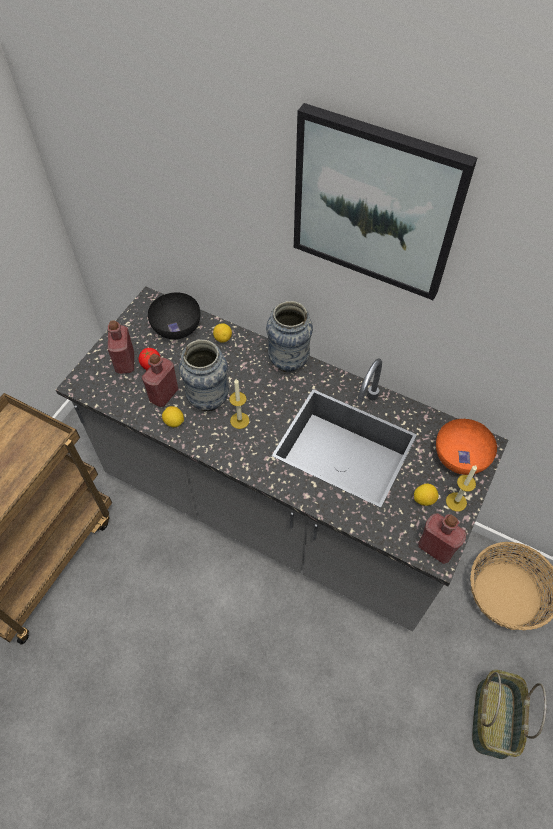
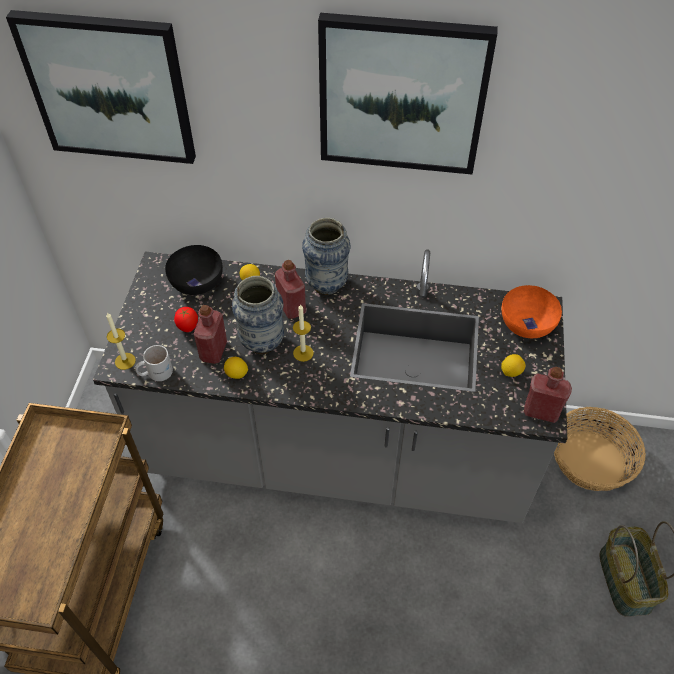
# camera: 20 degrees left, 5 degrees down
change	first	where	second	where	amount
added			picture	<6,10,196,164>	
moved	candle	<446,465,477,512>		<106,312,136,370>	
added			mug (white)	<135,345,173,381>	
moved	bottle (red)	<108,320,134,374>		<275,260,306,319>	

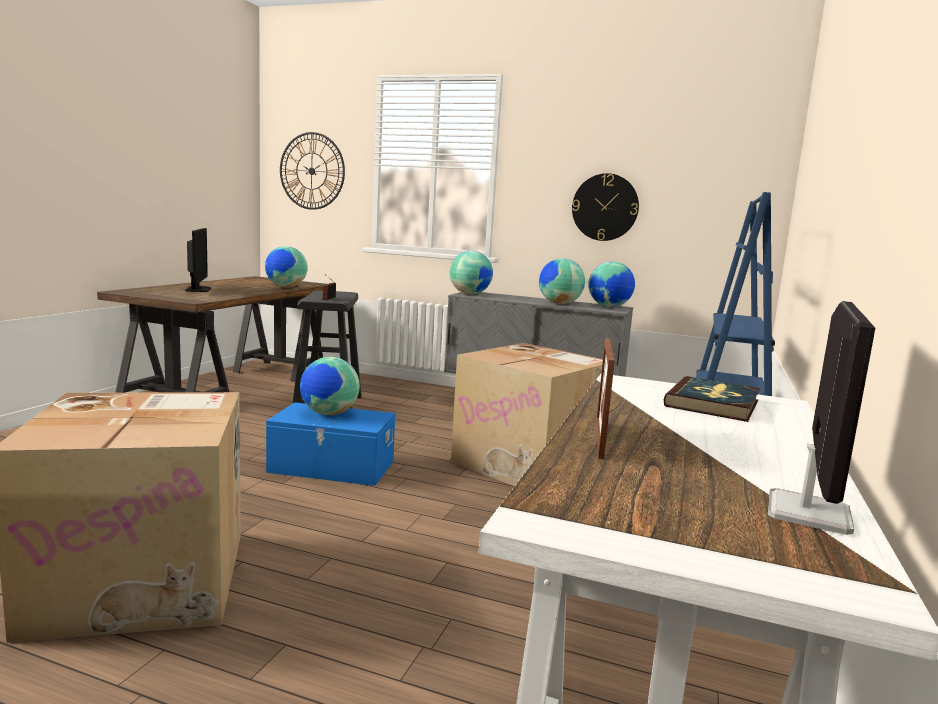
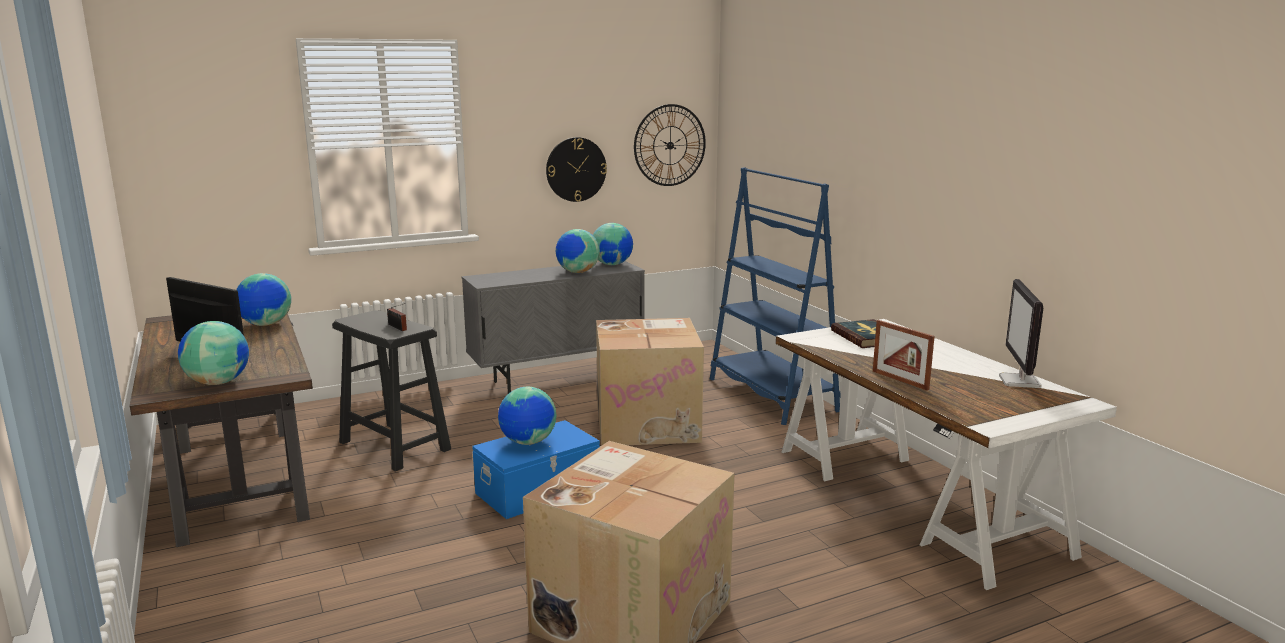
# camera: 45 degrees left, 5 degrees up
change	first	where	second	where	amount
moved	globe	<450,251,493,294>		<178,321,249,385>	
moved	wall clock	<280,132,345,210>		<634,104,706,186>	
turned	monitor	<768,301,875,535>		<999,279,1043,388>	150 degrees counterclockwise

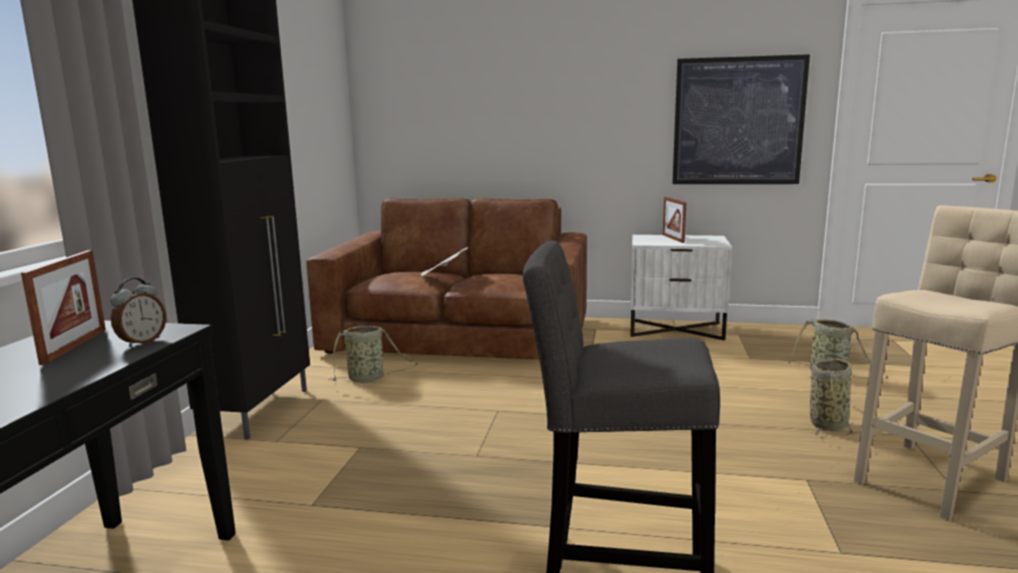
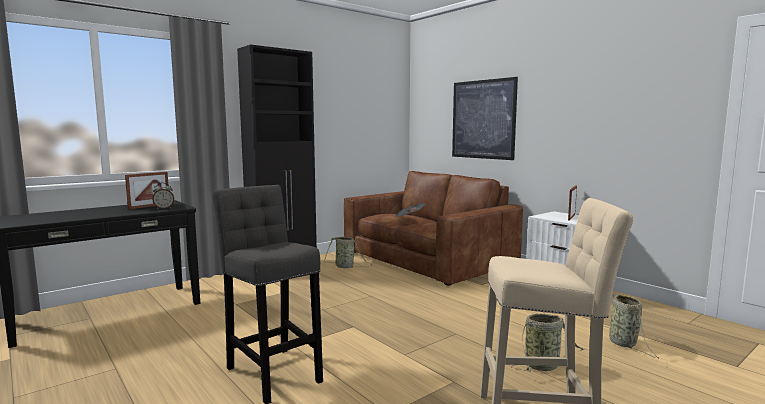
# camera: 40 degrees right, 5 degrees down
change	first	where	second	where	amount
moved	picture	<672,54,810,184>		<452,77,518,160>	

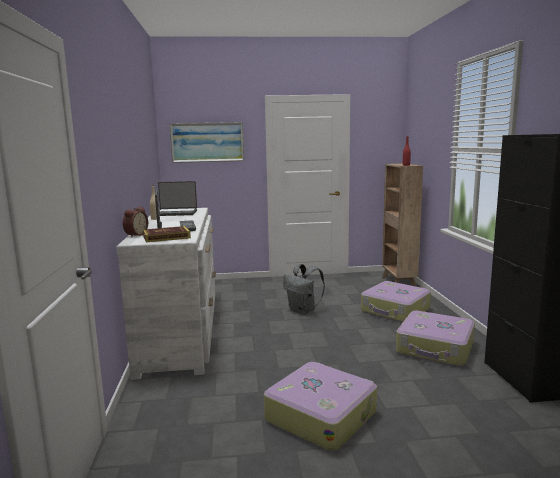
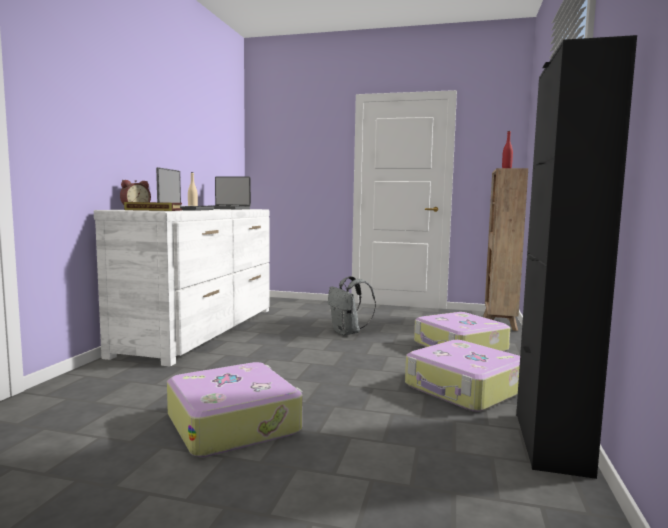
# camera: 20 degrees right, 5 degrees down
change	first	where	second	where	amount
removed	picture	<169,122,244,163>			

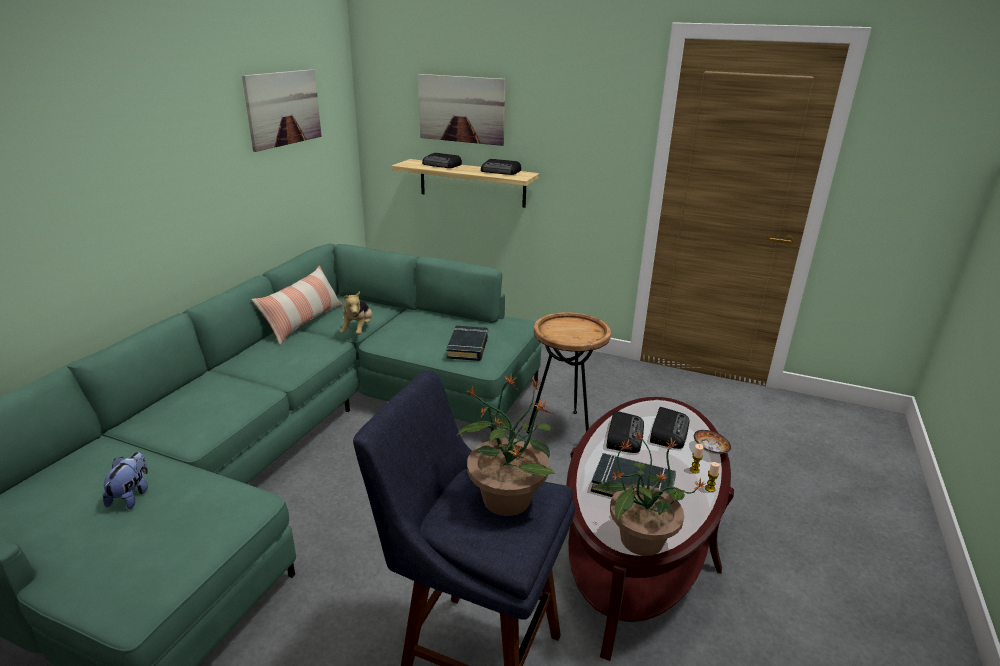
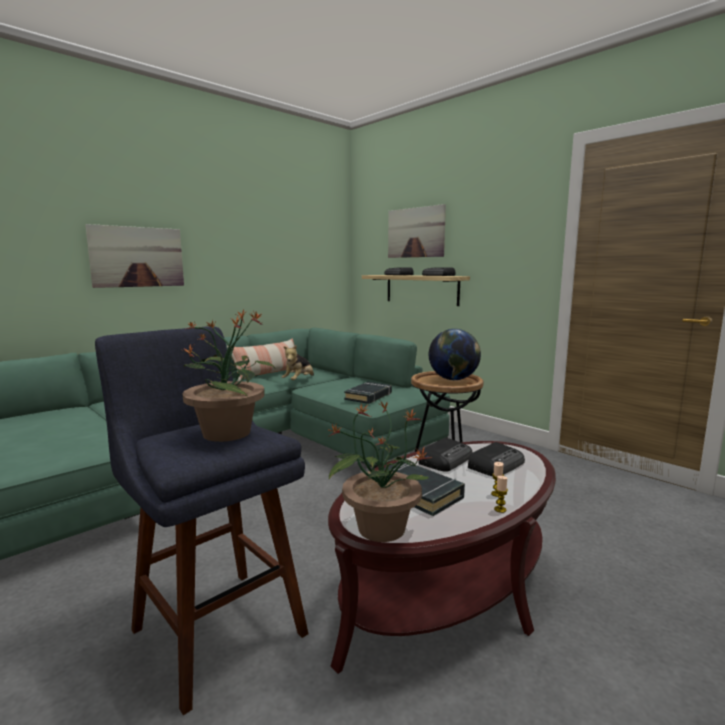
# camera: 25 degrees right, 15 degrees down
change	first	where	second	where	amount
moved	picture	<242,69,322,152>		<85,224,184,288>	
added			globe	<429,329,481,380>	
removed	plush toy	<102,452,148,509>			
removed	bowl	<694,430,731,454>			

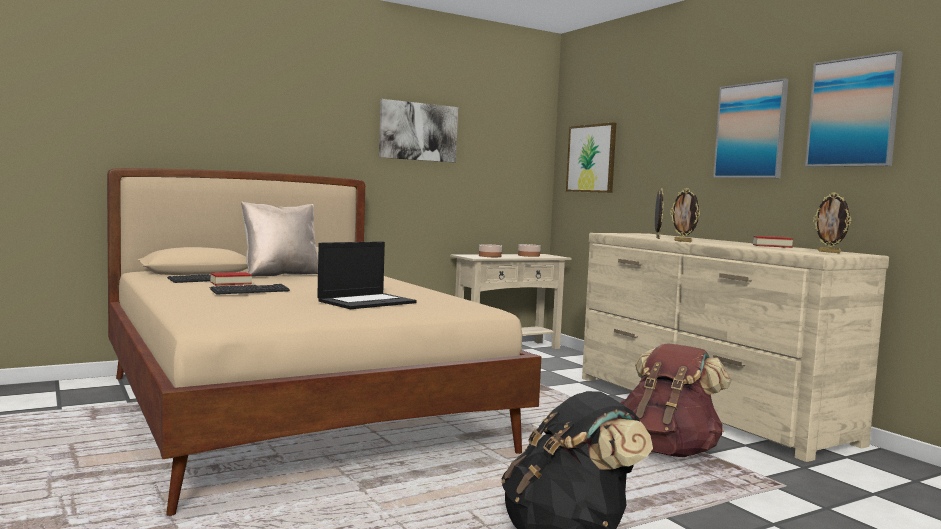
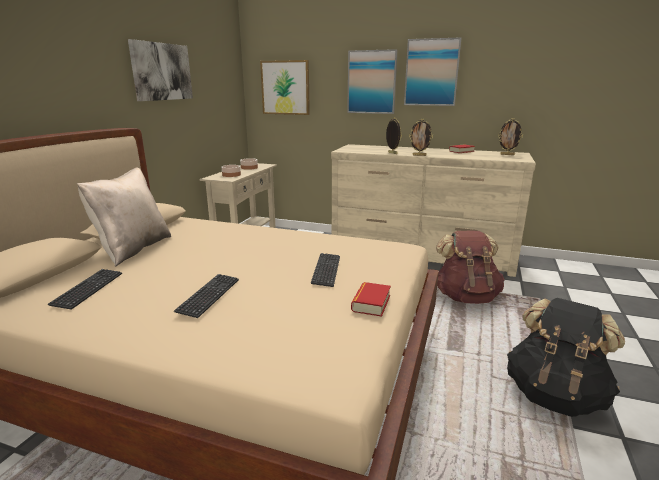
# camera: 40 degrees left, 15 degrees up
change	first	where	second	where	amount
replaced	laptop	<317,241,416,309>	keyboard	<311,253,340,287>	
moved	picture	<805,51,903,167>		<347,49,397,114>	
moved	book	<210,272,252,285>		<351,282,391,317>	

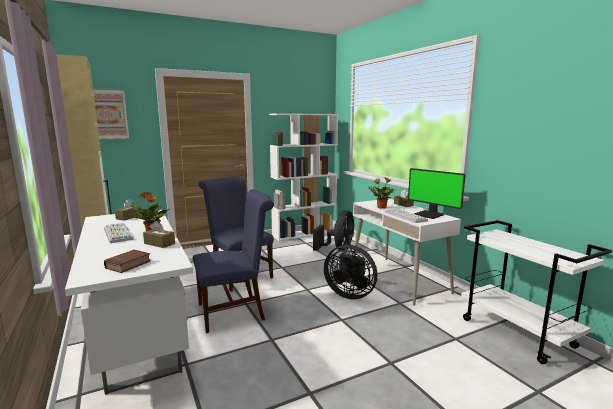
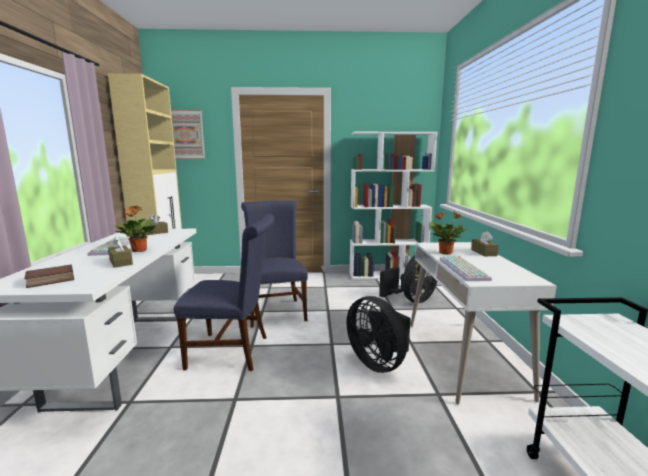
# camera: 25 degrees right, 0 degrees up
change	first	where	second	where	amount
removed	monitor	<408,168,466,219>			

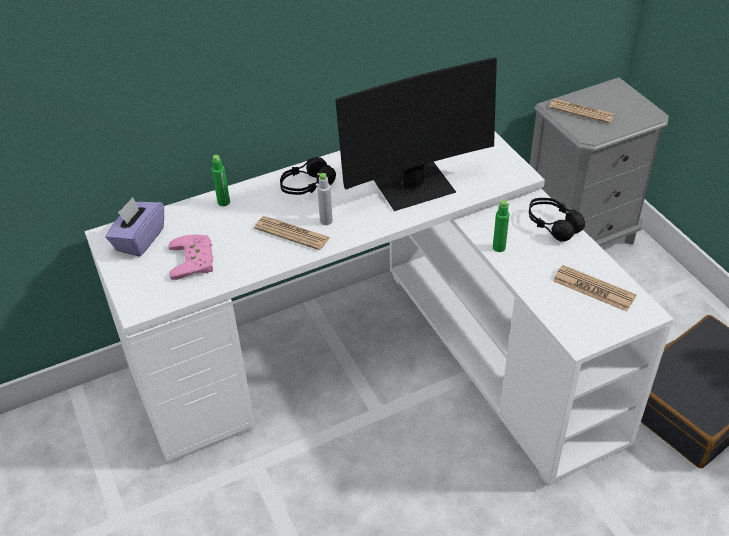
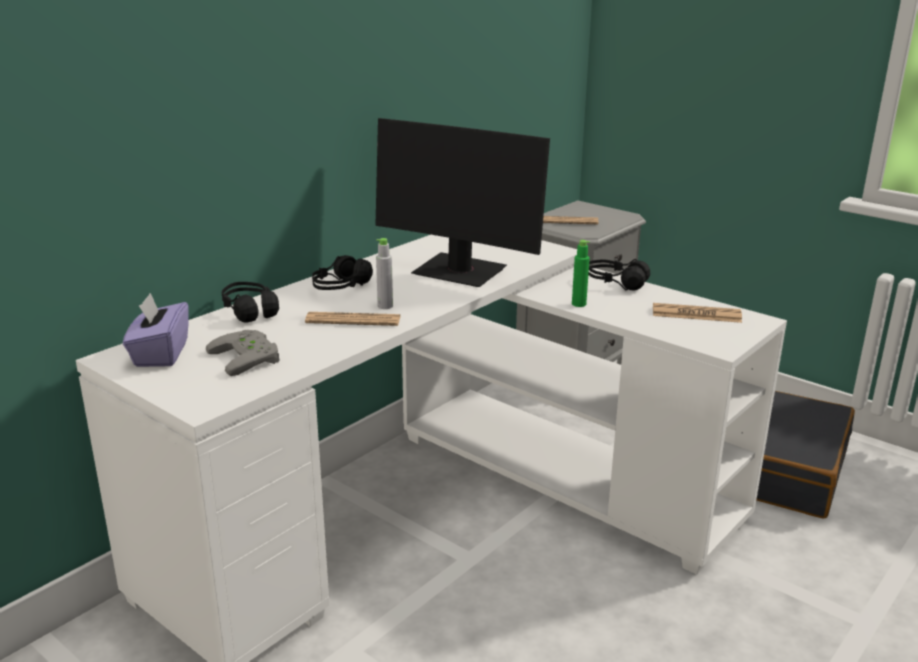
# camera: 25 degrees left, 20 degrees down
change	first	where	second	where	amount
recoloured	game controller (pink)	<168,235,213,280>	game controller (grey)	<206,330,280,376>	
replaced	bottle (green)	<212,155,230,206>	headphones (black)	<222,282,279,323>	
turned	monitor	<335,57,497,211>		<375,118,550,287>	75 degrees clockwise

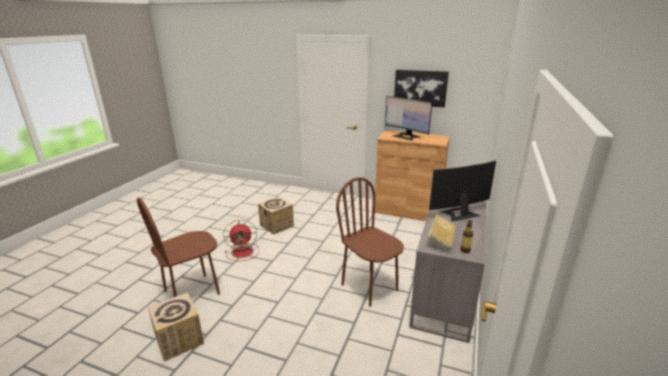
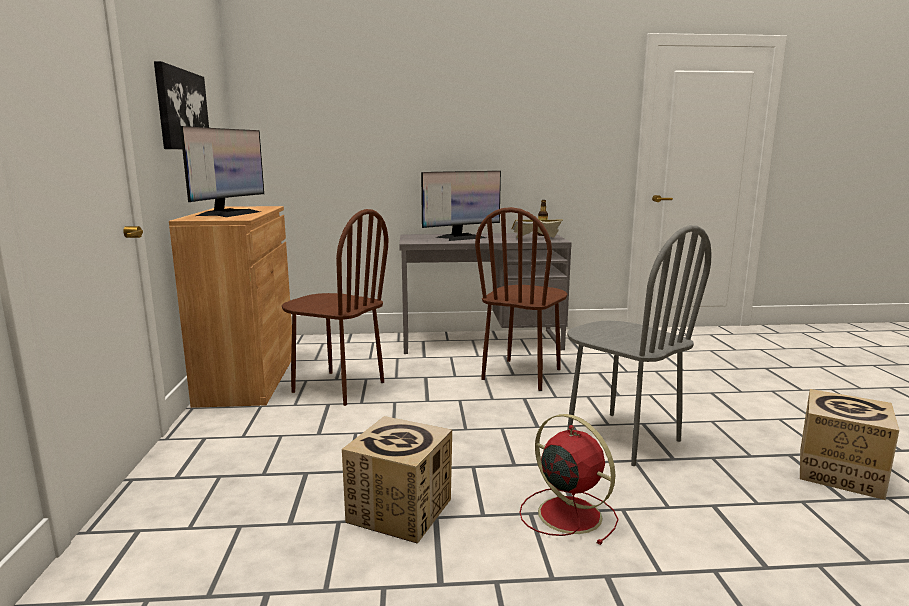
# camera: 115 degrees left, 10 degrees down
change	first	where	second	where	amount
moved	chair (brown)	<137,198,220,297>		<282,209,388,406>	
turned	monitor	<429,160,496,222>		<421,171,501,241>	75 degrees counterclockwise
added			chair (grey)	<567,225,712,466>	

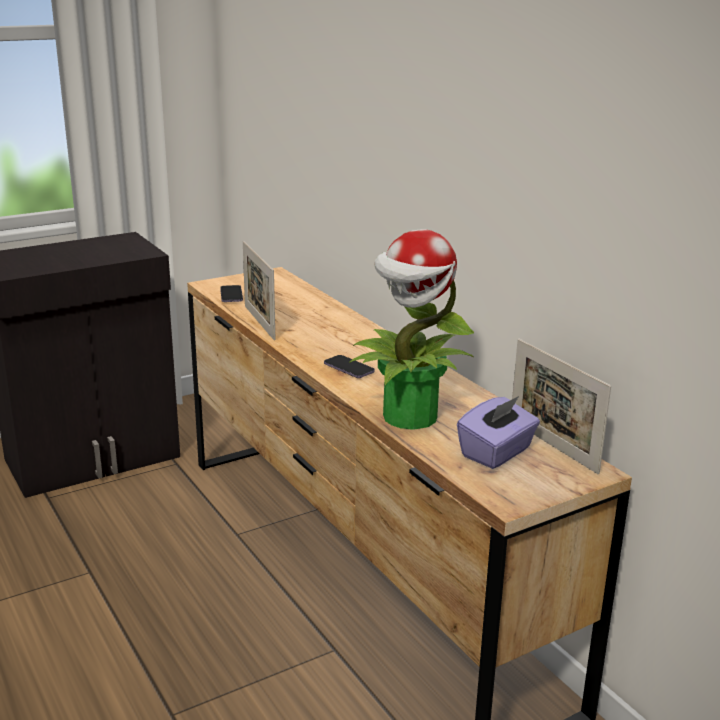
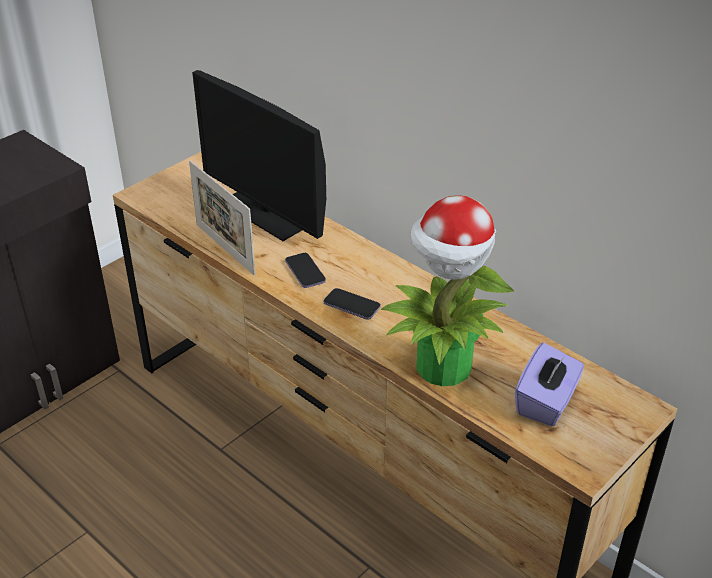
# camera: 15 degrees left, 15 degrees up
change	first	where	second	where	amount
added			monitor	<192,70,326,241>	
moved	phone	<220,285,243,302>		<285,253,326,288>	
removed	picture frame	<512,339,611,474>			

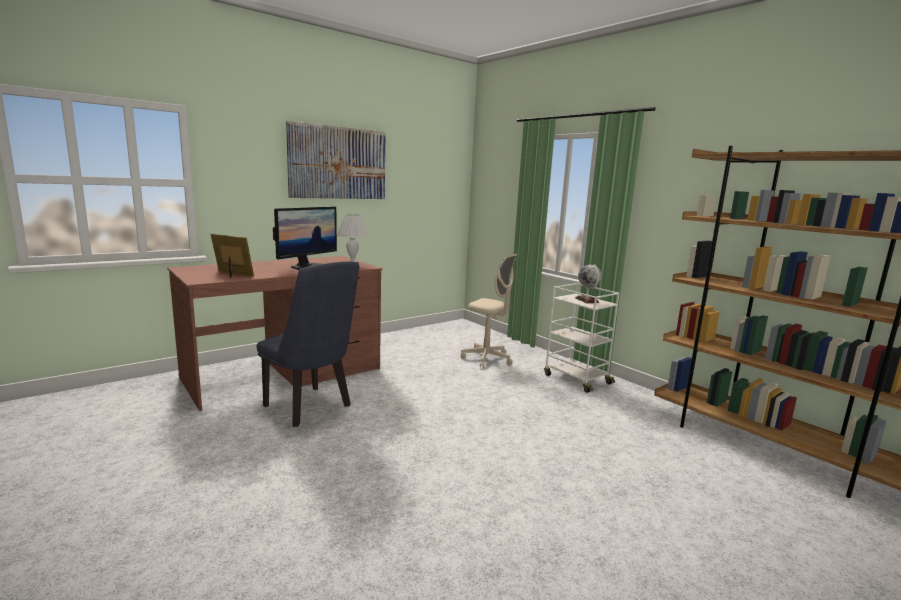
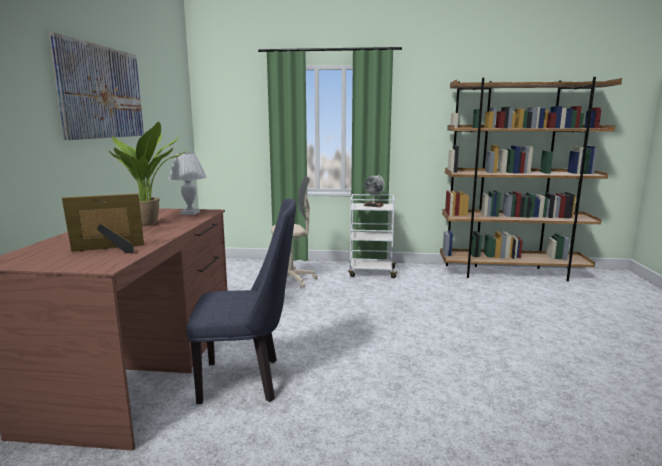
# camera: 45 degrees left, 0 degrees up
change	first	where	second	where	amount
replaced	monitor	<273,207,337,270>	potted plant	<108,122,184,226>	

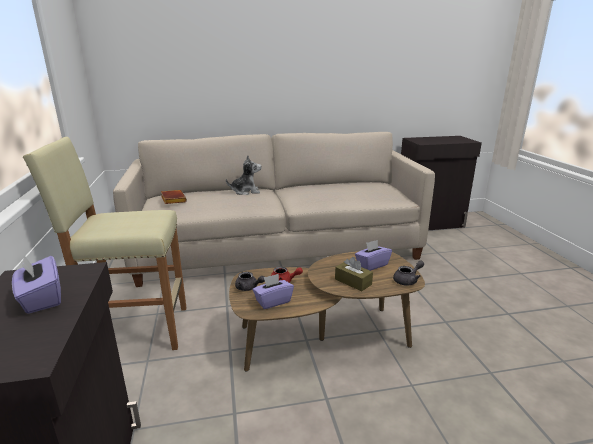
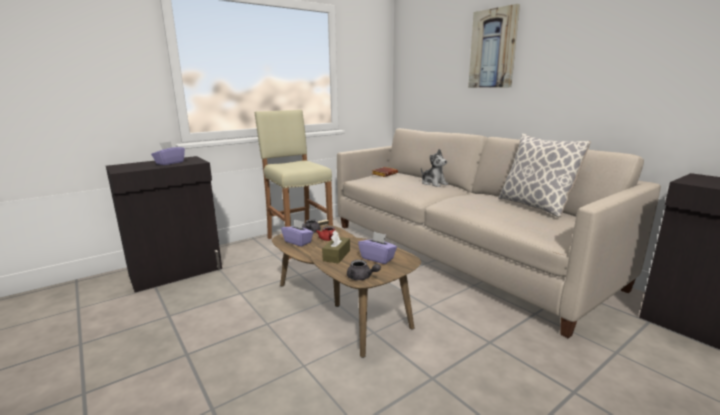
# camera: 65 degrees right, 5 degrees down
change	first	where	second	where	amount
added			picture	<468,4,520,88>	
added			pillow	<498,133,591,218>	

